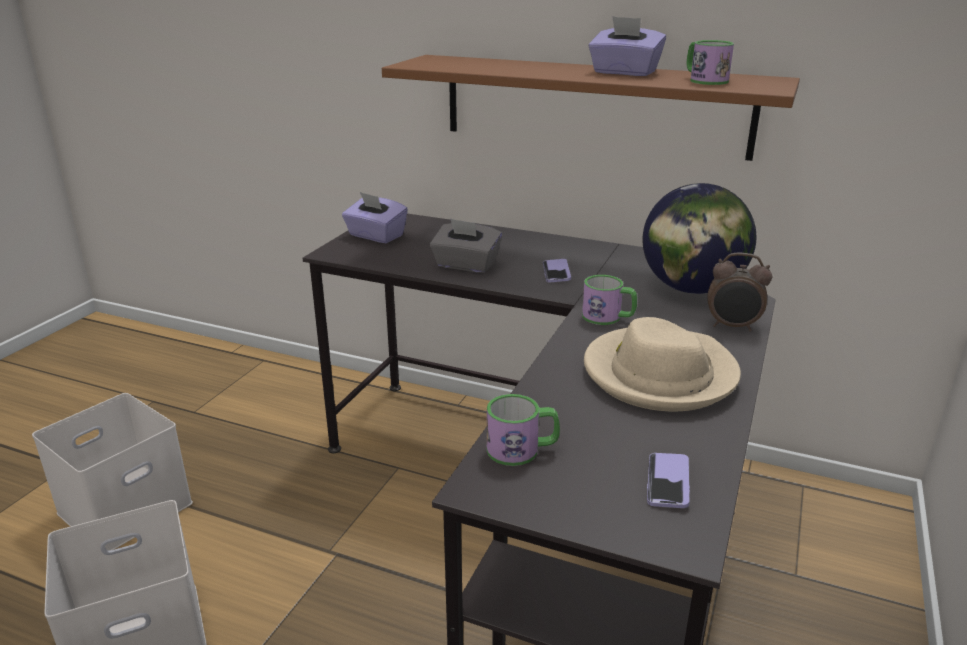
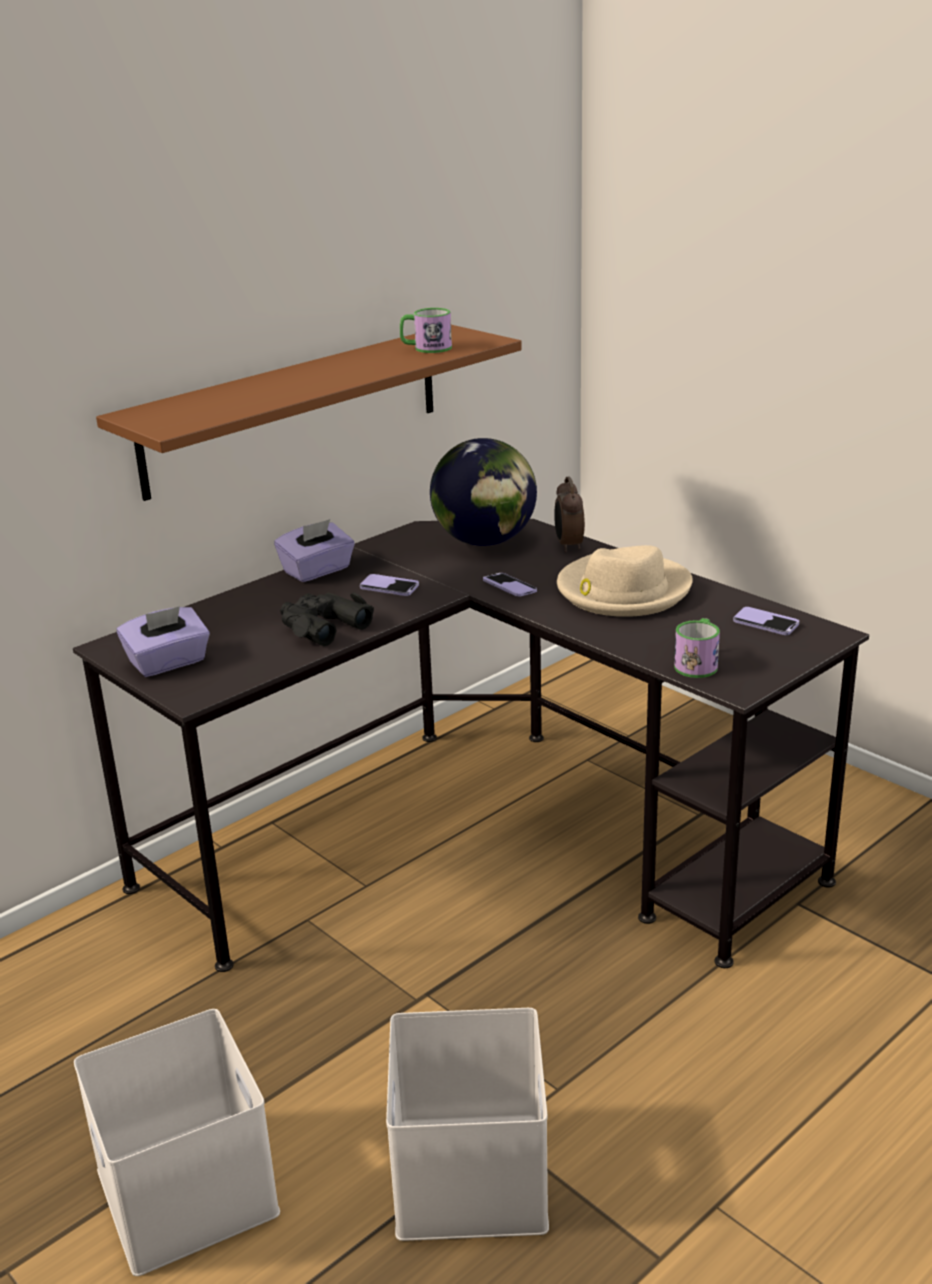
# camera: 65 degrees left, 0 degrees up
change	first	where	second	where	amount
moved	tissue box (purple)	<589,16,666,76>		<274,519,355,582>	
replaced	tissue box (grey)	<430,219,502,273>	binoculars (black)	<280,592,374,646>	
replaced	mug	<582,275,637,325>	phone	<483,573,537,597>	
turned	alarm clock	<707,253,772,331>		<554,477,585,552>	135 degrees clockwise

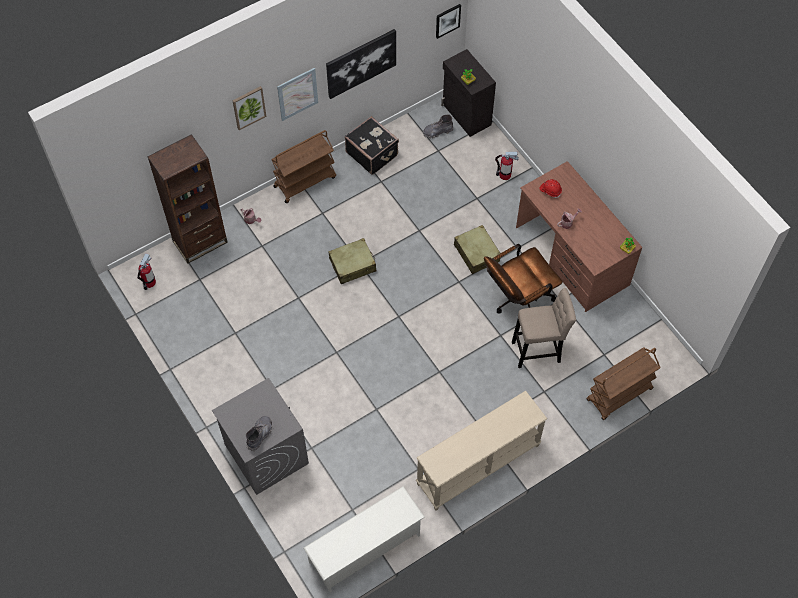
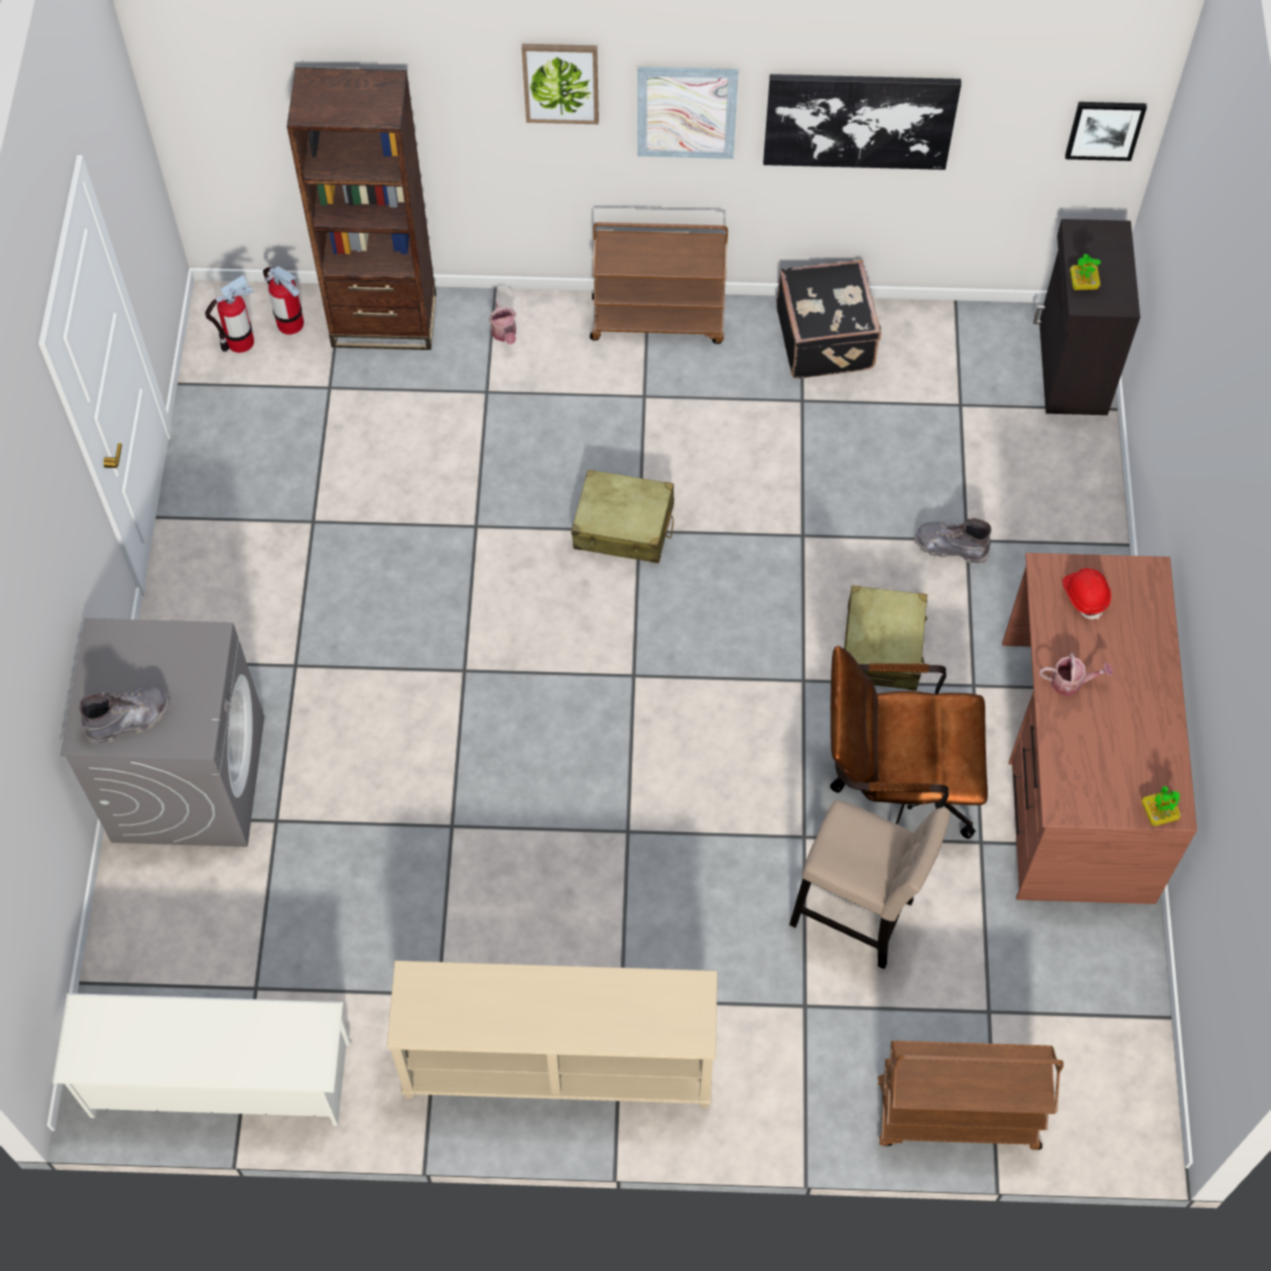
# camera: 35 degrees right, 0 degrees up
change	first	where	second	where	amount
moved	fire extinguisher	<495,152,519,180>		<263,266,304,335>	
moved	boot (grey)	<423,114,453,139>		<914,518,991,564>	

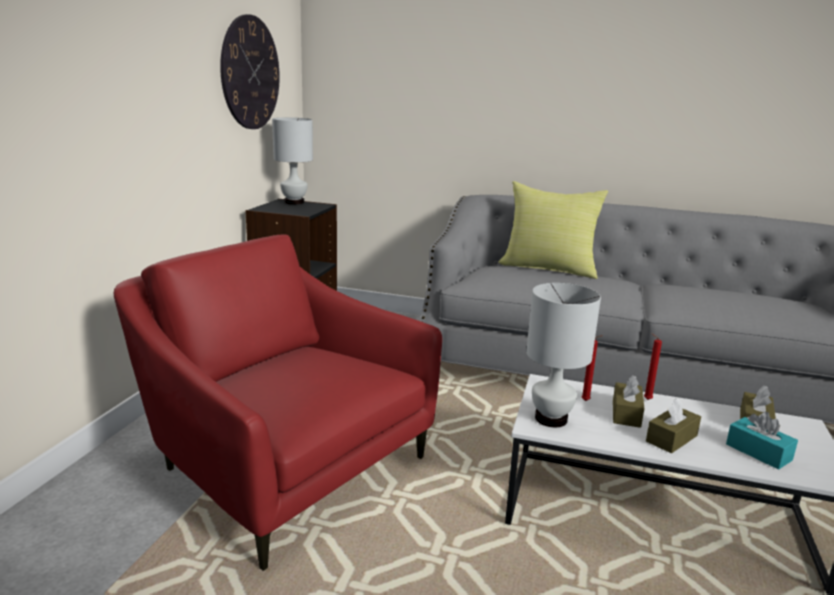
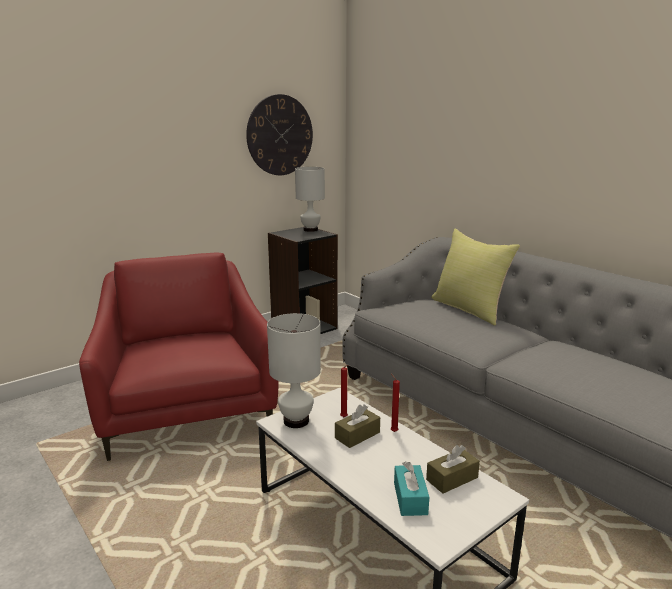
# camera: 35 degrees right, 0 degrees up
change	first	where	second	where	amount
removed	tissue box (brown)	<646,397,701,453>			

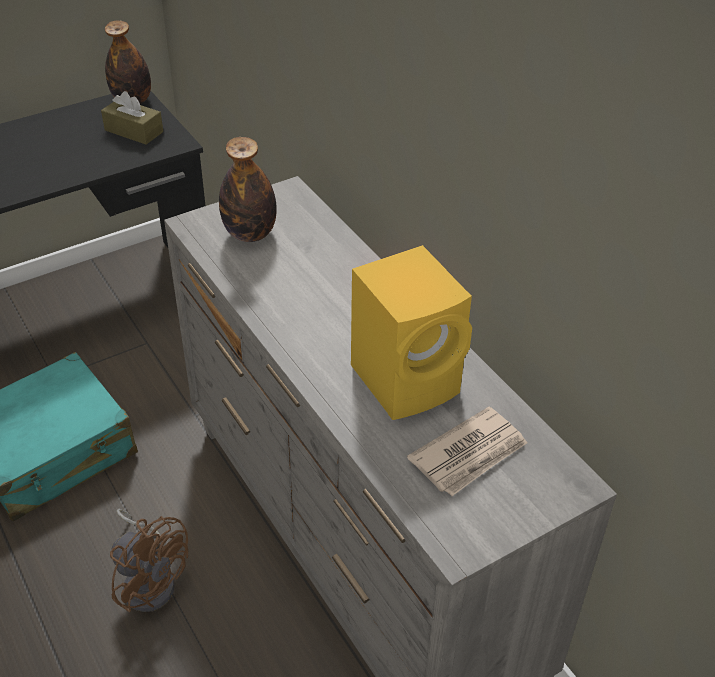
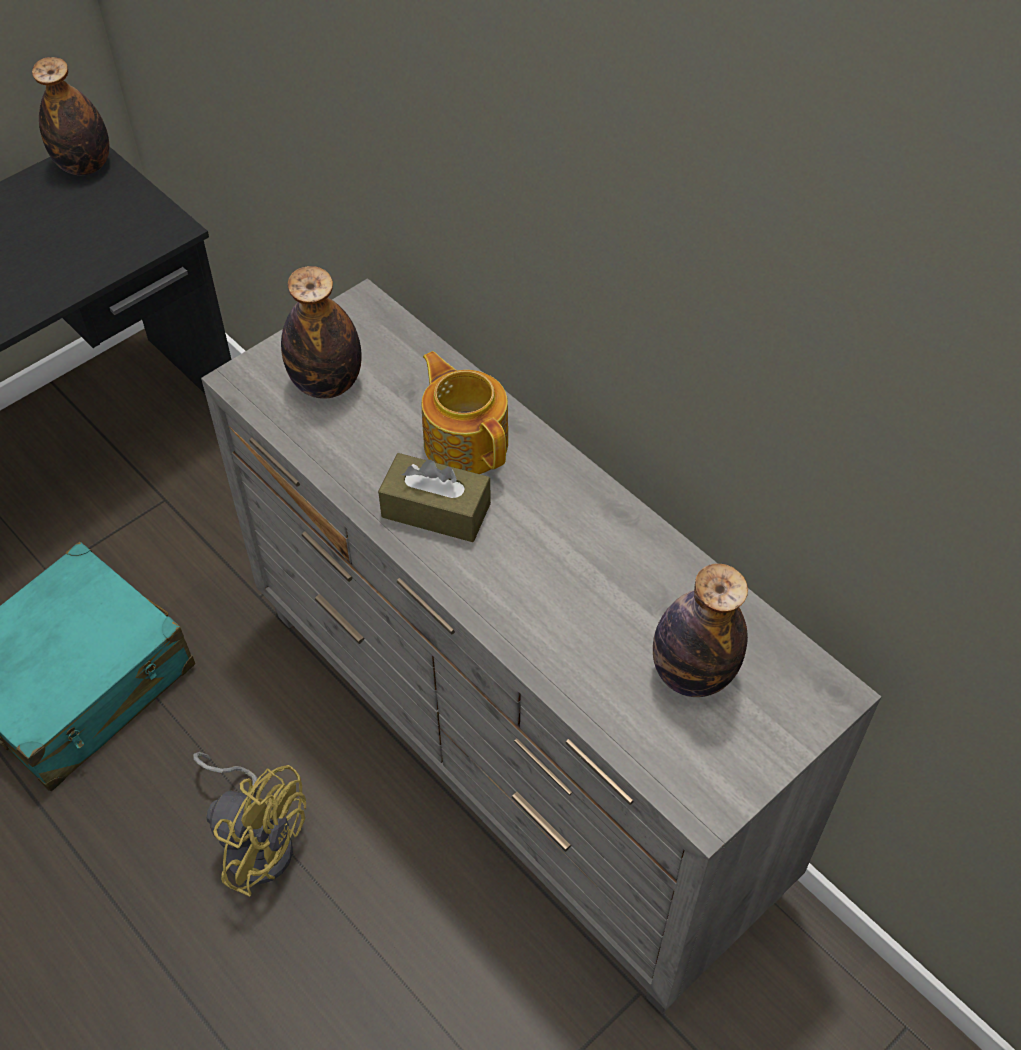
# camera: 10 degrees left, 10 degrees up
change	first	where	second	where	amount
recoloured	fan (brown)	<110,509,188,612>	fan (yellow)	<193,752,306,897>	
moved	tissue box (brown)	<101,91,163,145>		<378,453,491,542>	
added			teapot	<422,351,508,474>	
replaced	newspaper	<407,407,527,496>	bottle	<653,564,748,697>	
removed	speaker (yellow)	<351,245,472,420>			

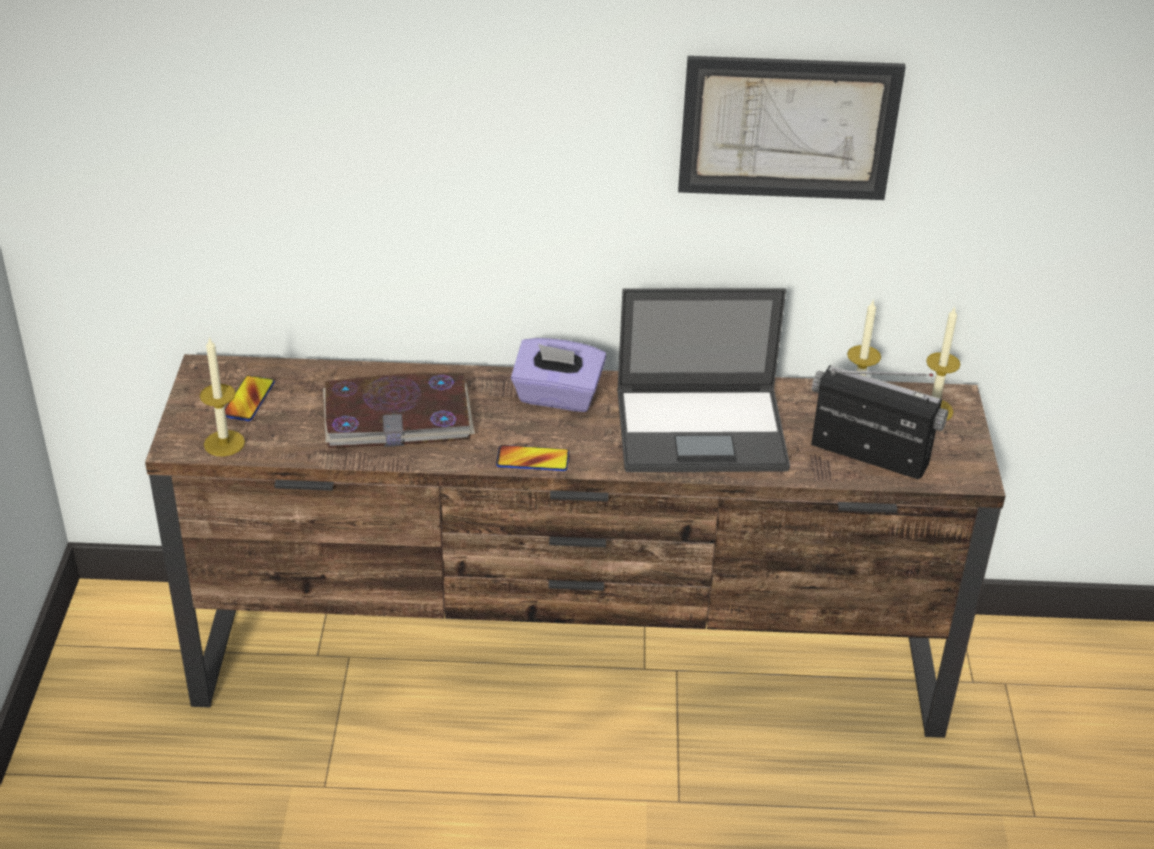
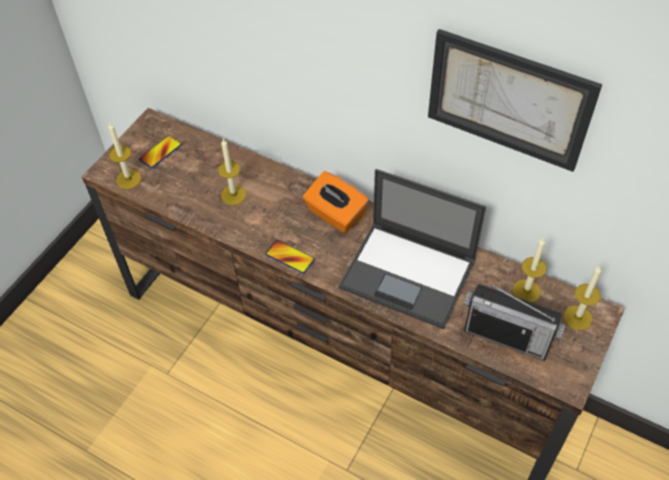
# camera: 30 degrees right, 15 degrees up
change	first	where	second	where	amount
replaced	book	<323,373,475,448>	candle	<218,139,246,205>	
recoloured	tissue box (purple)	<511,338,606,412>	tissue box (orange)	<303,171,369,233>	
turned	radio	<811,365,948,479>		<464,281,566,361>	150 degrees clockwise

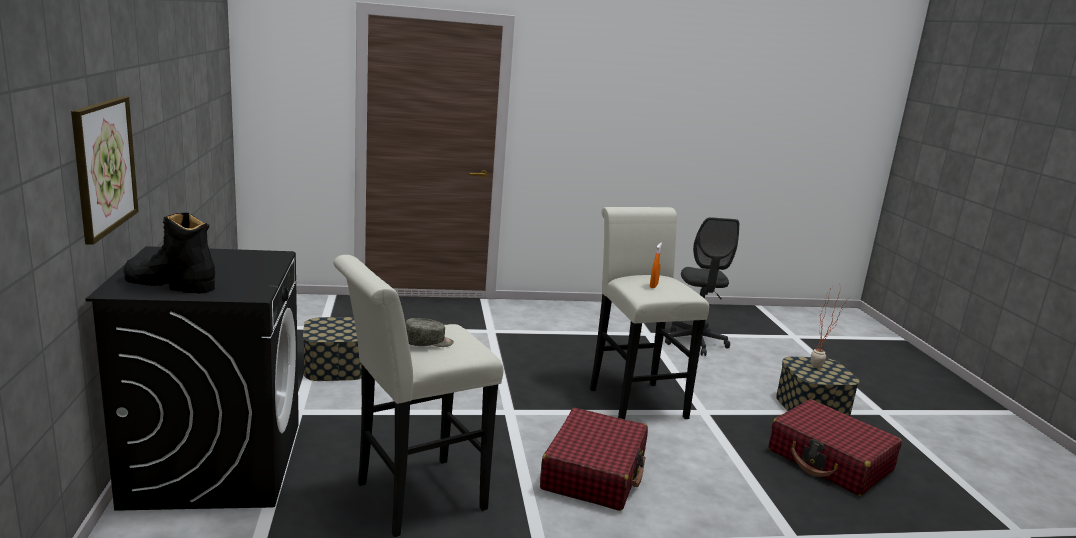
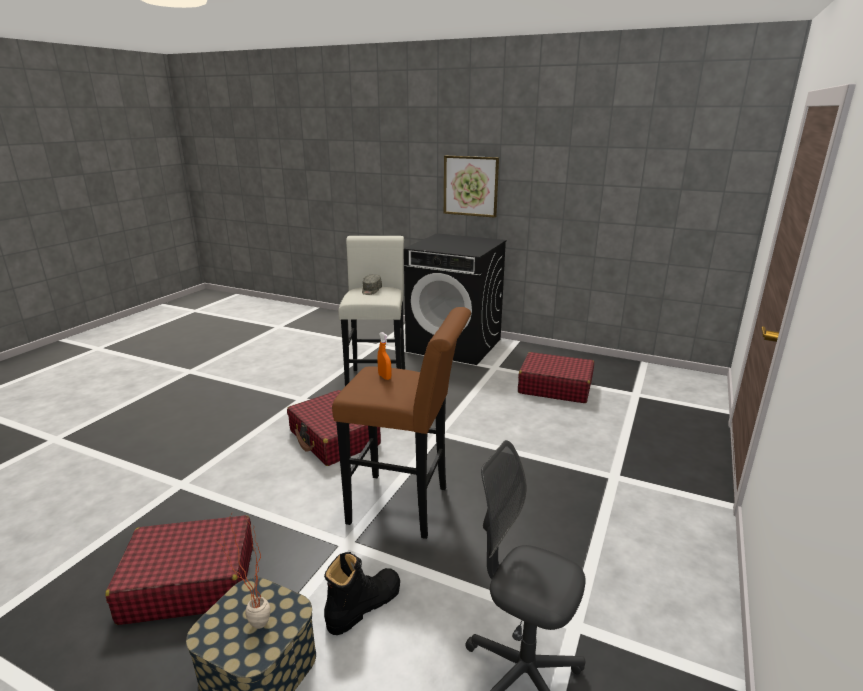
# camera: 125 degrees right, 5 degrees up
change	first	where	second	where	amount
moved	boot (black)	<123,213,215,294>		<324,552,400,635>	
recoloured	stool (white)	<590,207,709,419>	stool (brown)	<332,307,471,539>	
replaced	storage box	<303,317,362,381>	suitcase (red)	<518,352,594,403>	

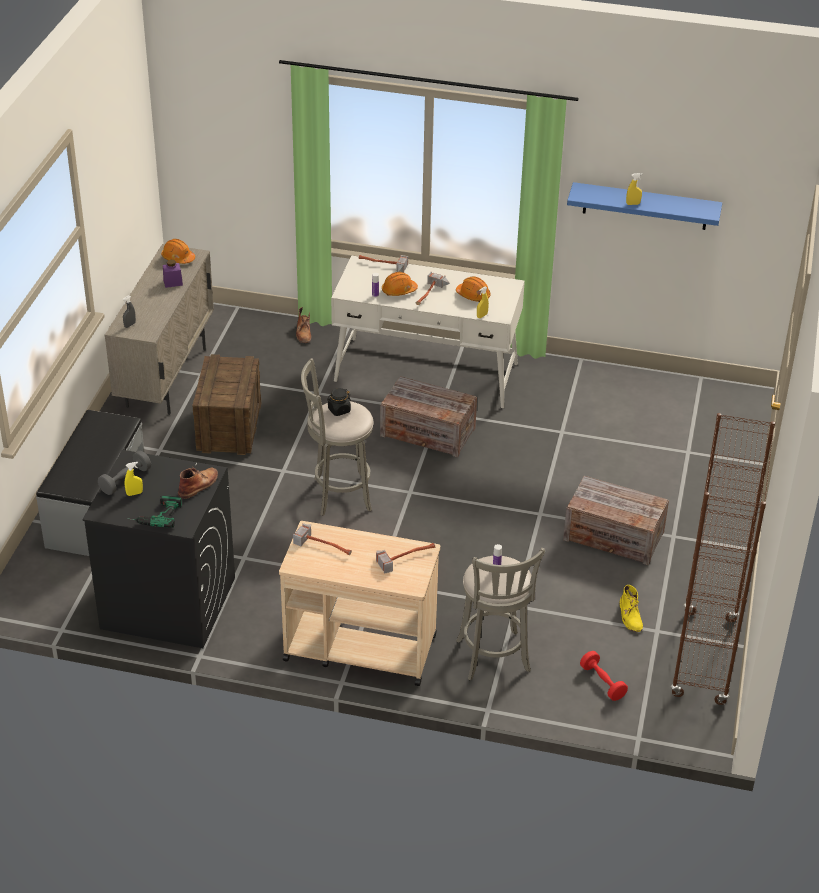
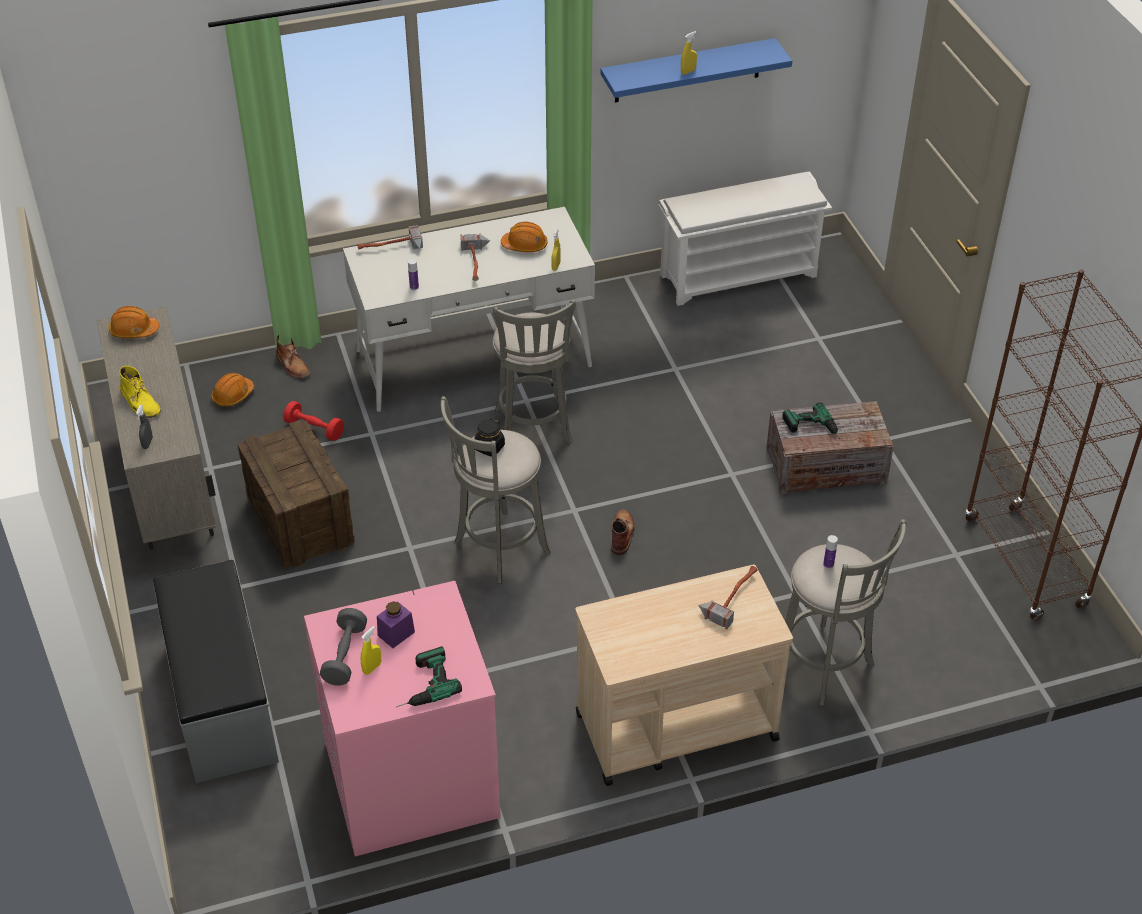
# camera: 30 degrees left, 5 degrees up
change	first	where	second	where	amount
moved	boot (yellow)	<619,585,643,632>		<119,366,161,418>	
moved	hard hat (orange)	<382,272,418,296>		<211,373,254,407>	
moved	dumbbell (red)	<580,651,628,701>		<283,401,344,441>	
recoloured	washing machine (black)	<82,450,235,648>	washing machine (pink)	<304,581,501,856>	
moved	jar (purple)	<163,260,183,288>		<377,601,415,648>	
replaced	crate	<380,376,477,457>	stool (grey)	<493,299,576,444>	
moved	boot (brown)	<178,467,218,499>		<611,510,635,555>	
added			shoe rack (white)	<658,171,832,306>	
added			power drill	<782,402,840,439>	
removed	hammer	<293,523,352,555>			

